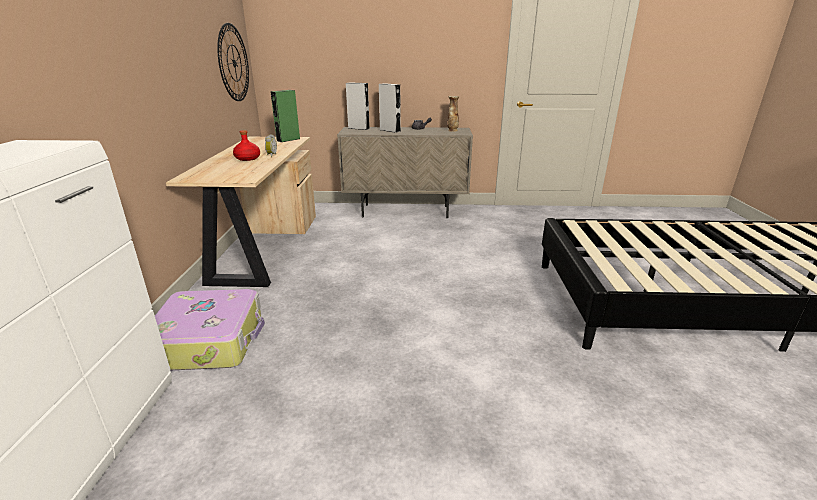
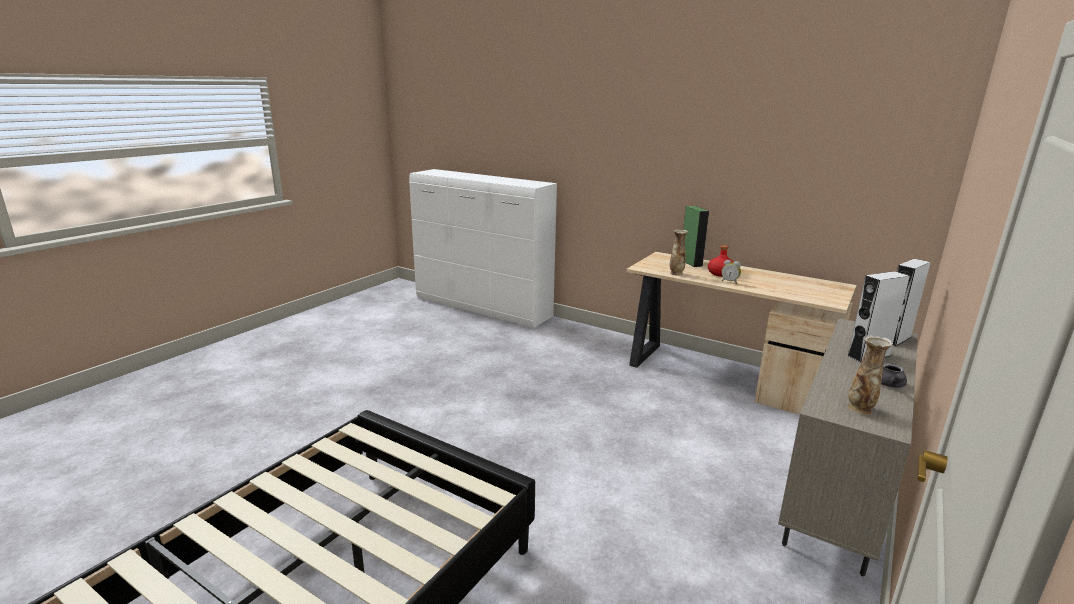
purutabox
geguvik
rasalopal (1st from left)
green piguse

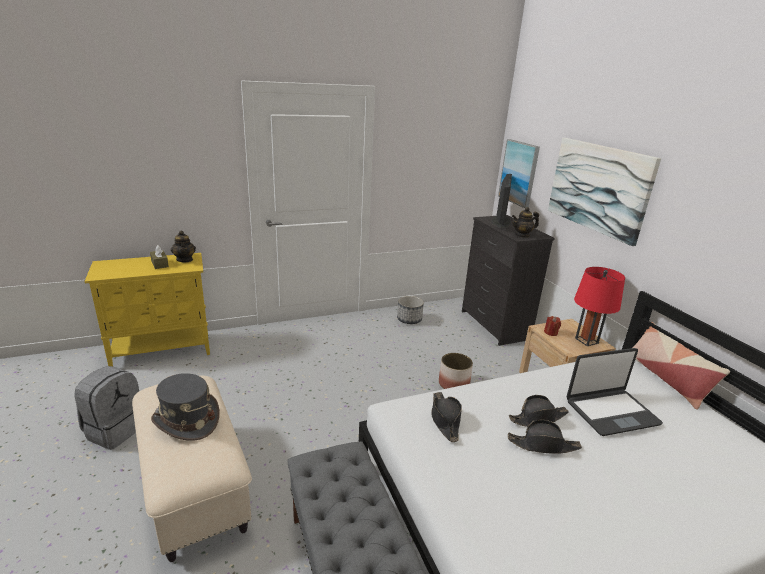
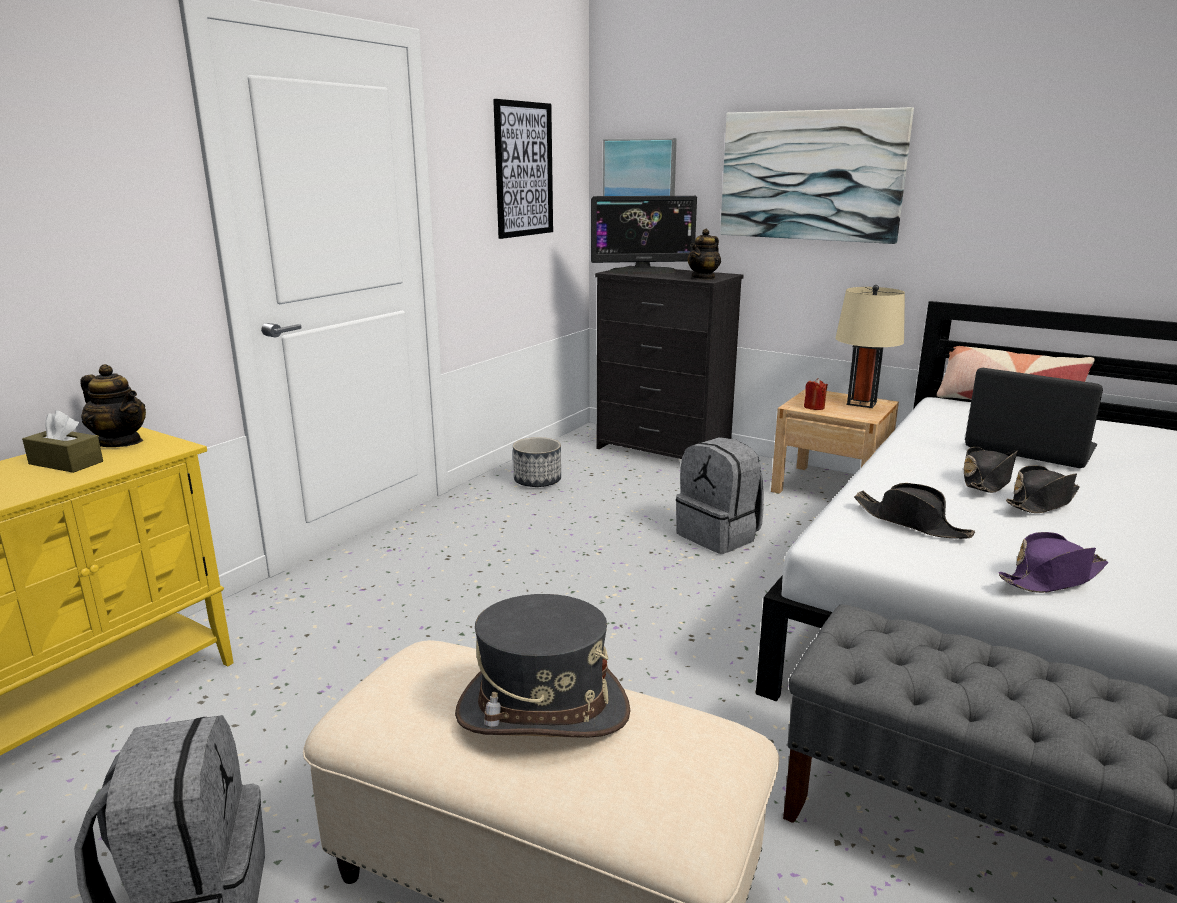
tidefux (1st from left)
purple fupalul
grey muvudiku (2nd from left)
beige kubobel
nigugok
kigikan

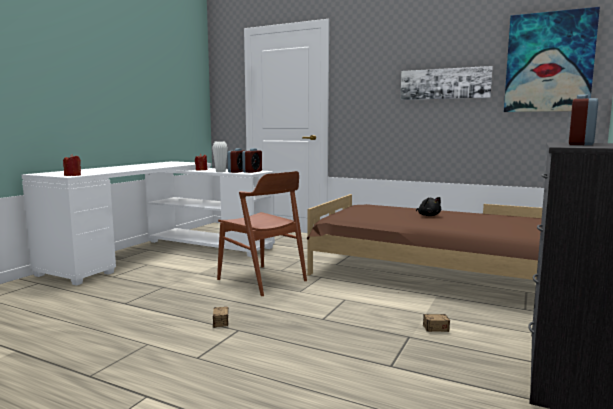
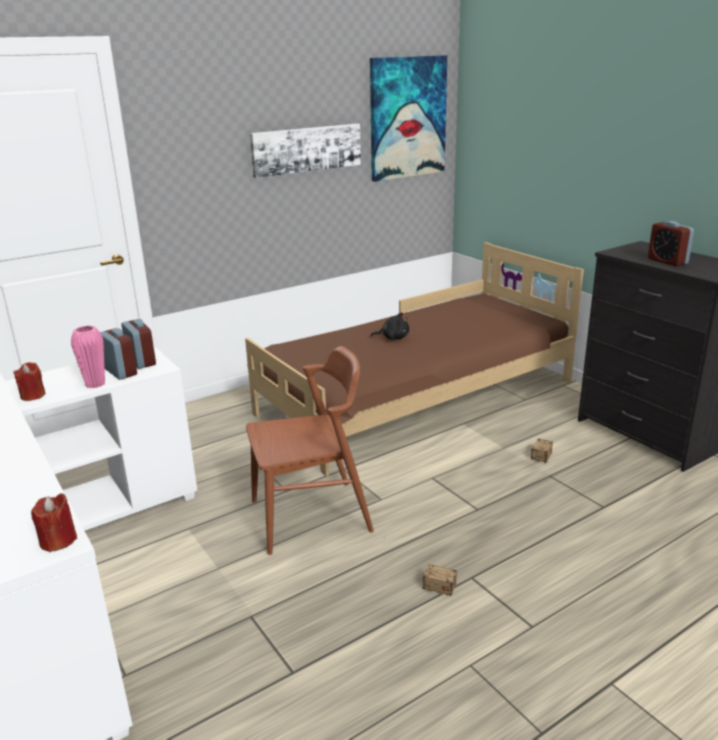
pink rasalopal

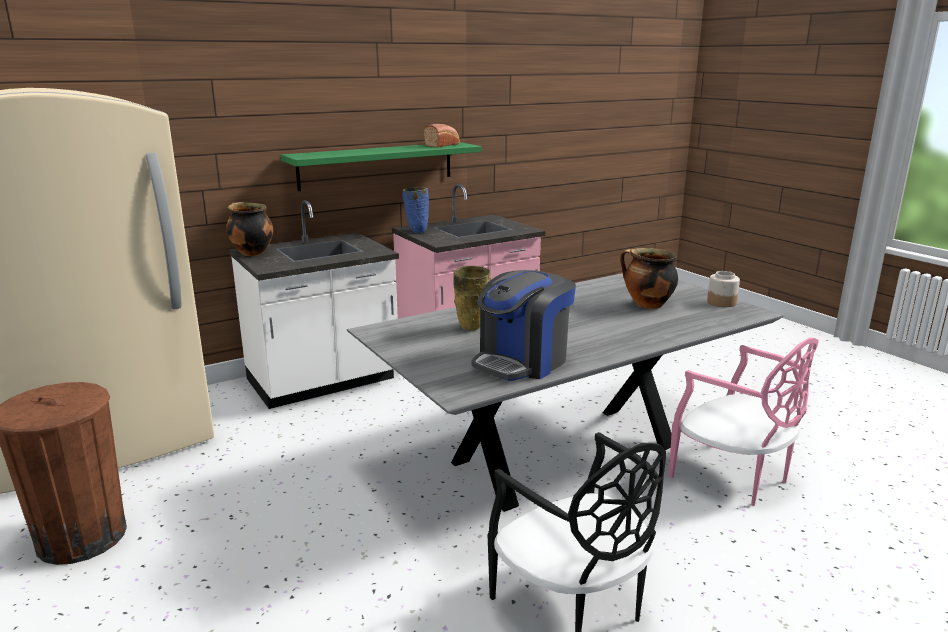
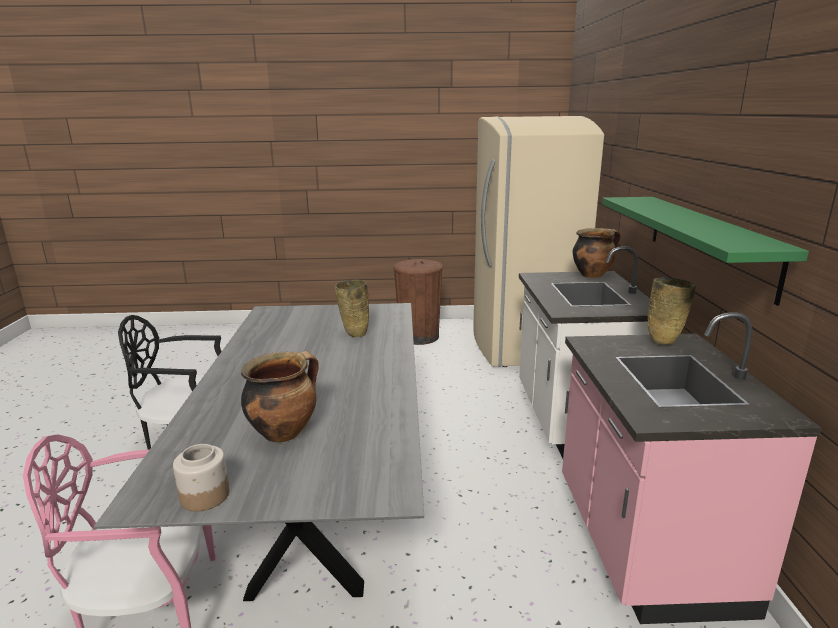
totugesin
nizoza
beige rasalopal (2nd from left)

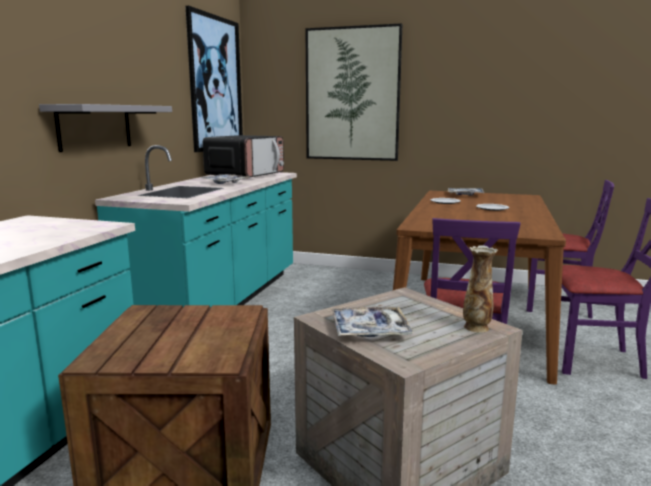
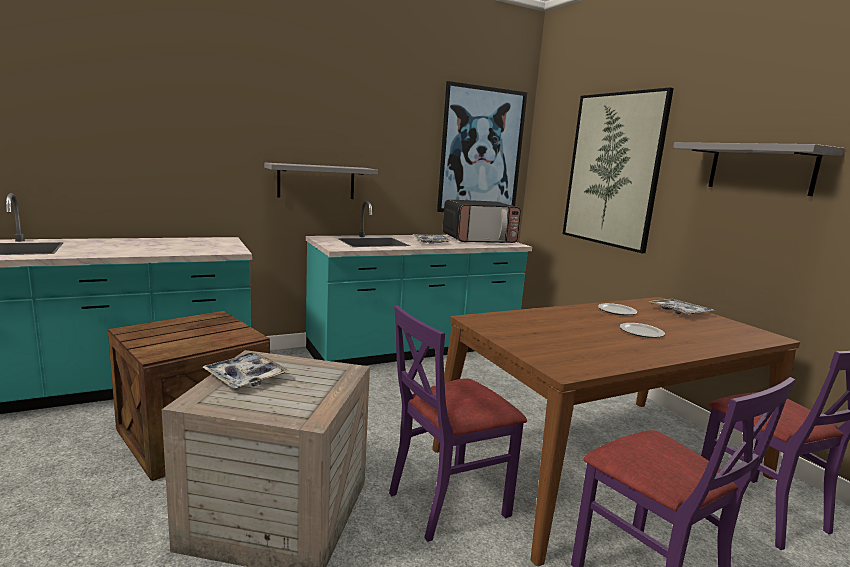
rasalopal
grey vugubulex (2nd from left)

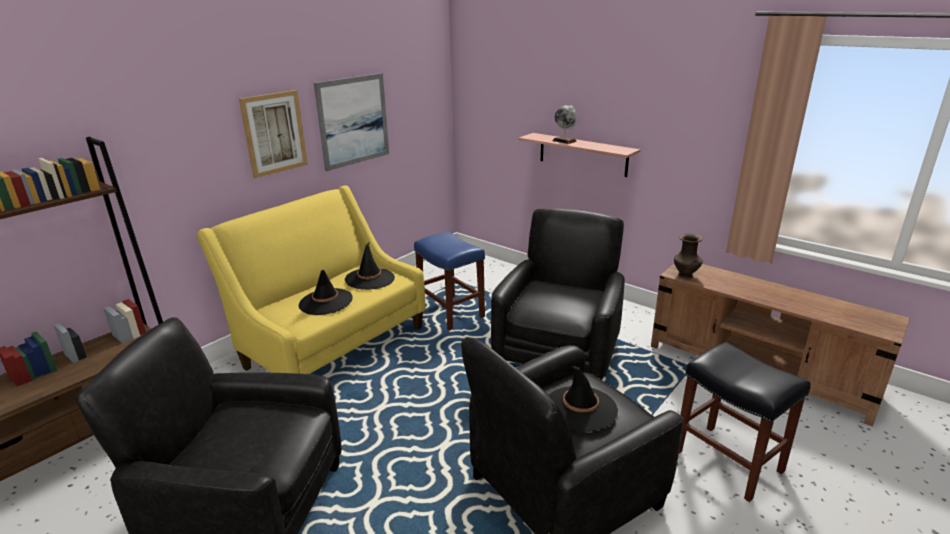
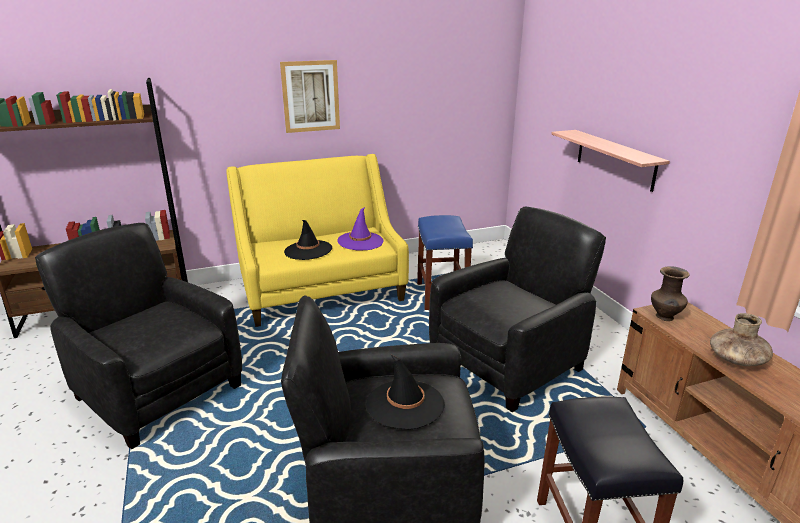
tidefux (2nd from left in the first image)
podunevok
brown rasalopal (2nd from left)
purple fupalul

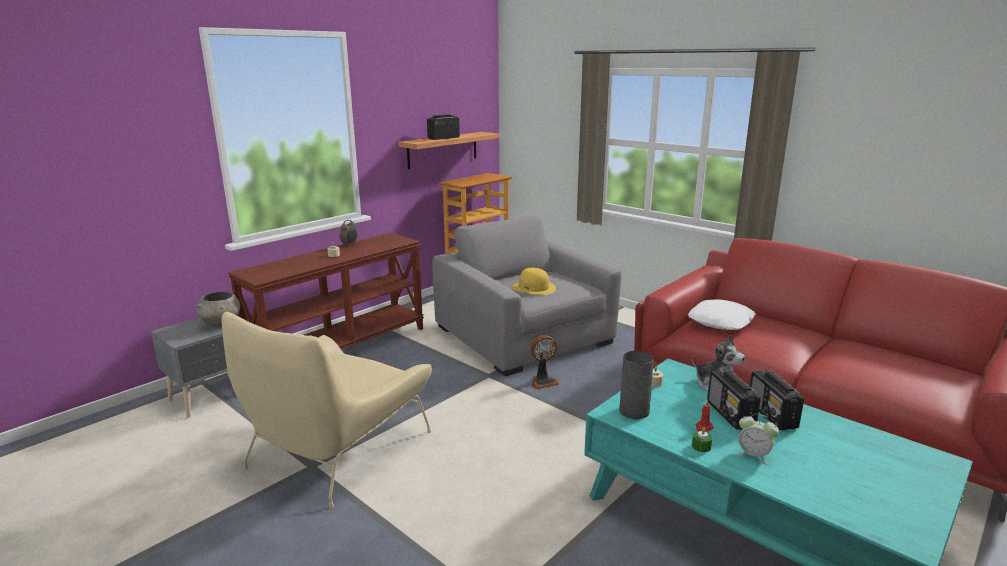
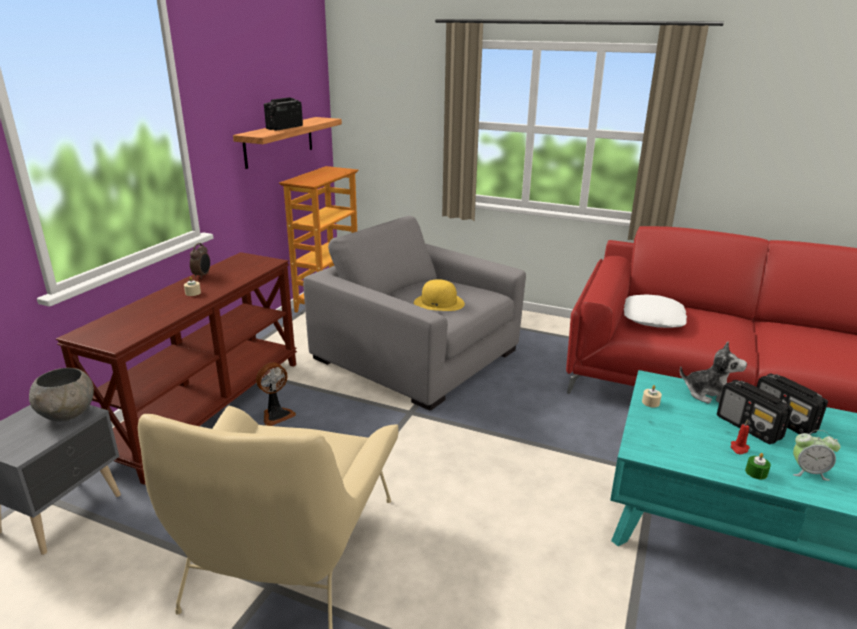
grey rasalopal
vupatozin

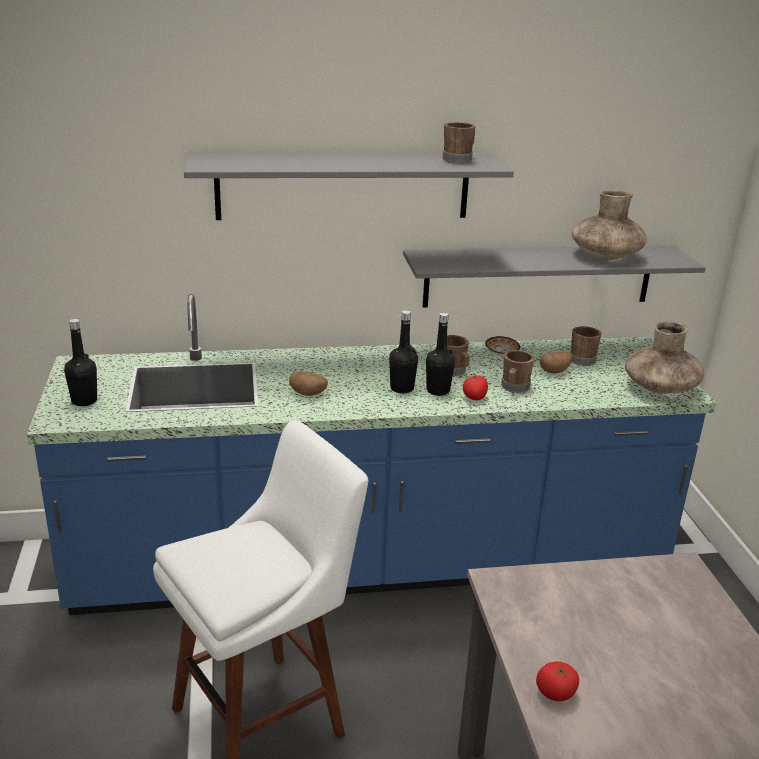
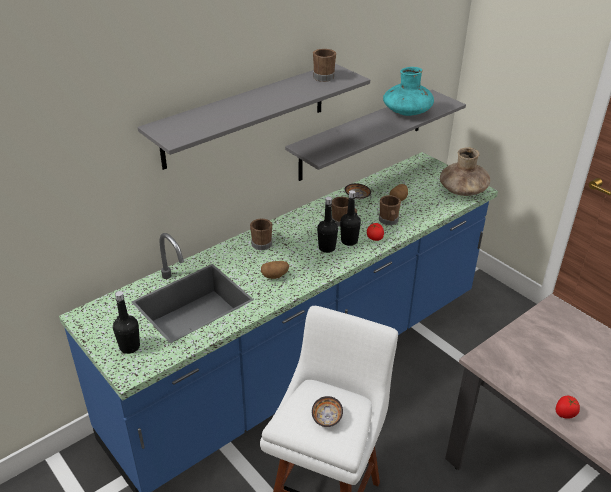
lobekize (1st from left)
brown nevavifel (1st from left)
turquoise rasalopal

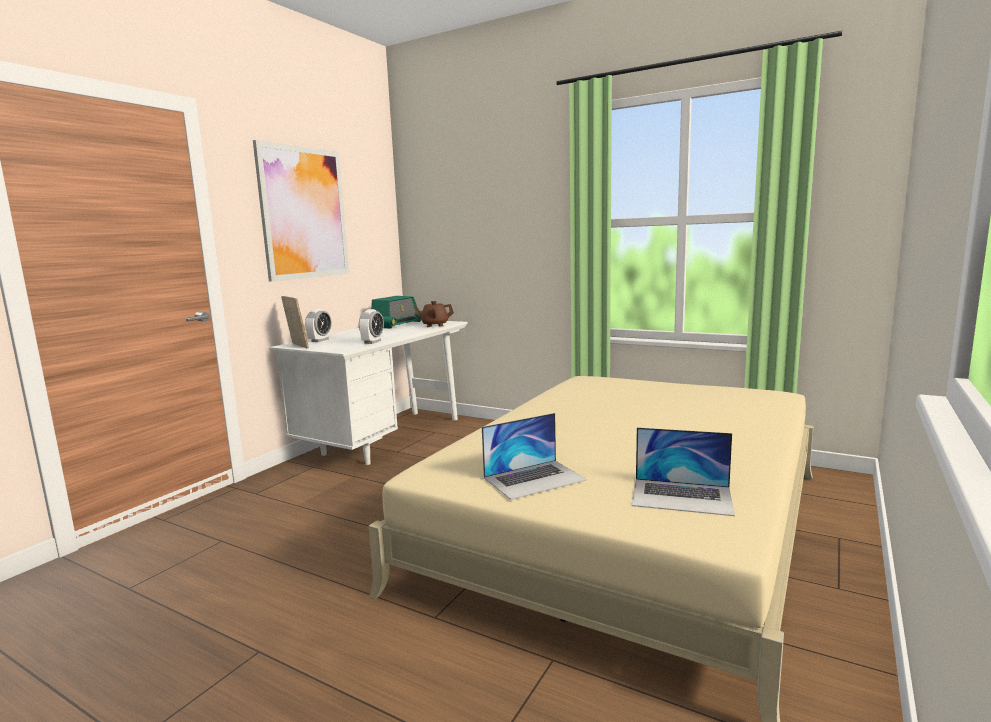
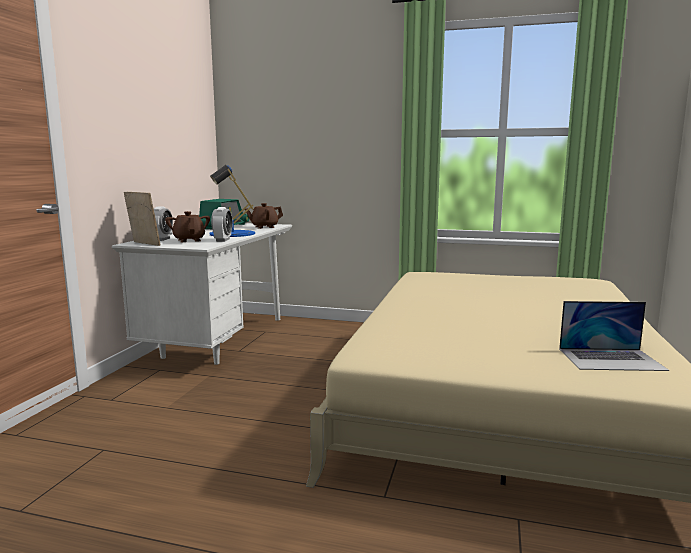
tidefux
kigikan (1st from left in the first image)
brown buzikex (1st from left)
blue kubobel

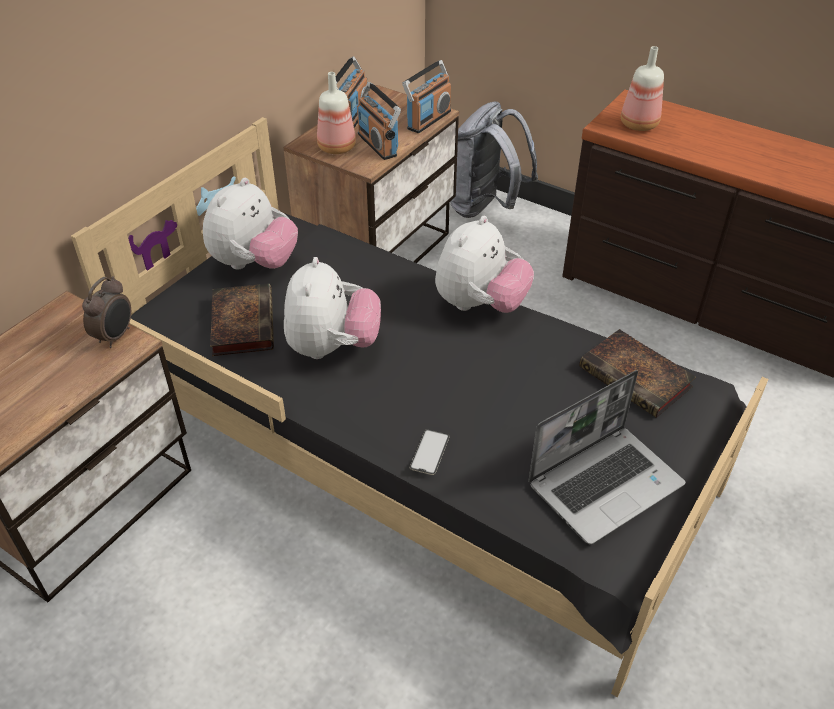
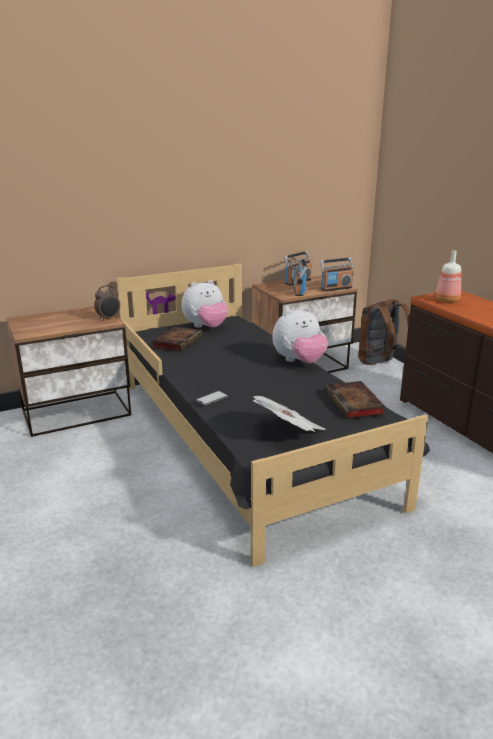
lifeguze (2nd from left in the first image)
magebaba (1st from left in the first image)
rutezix
brown muvudiku

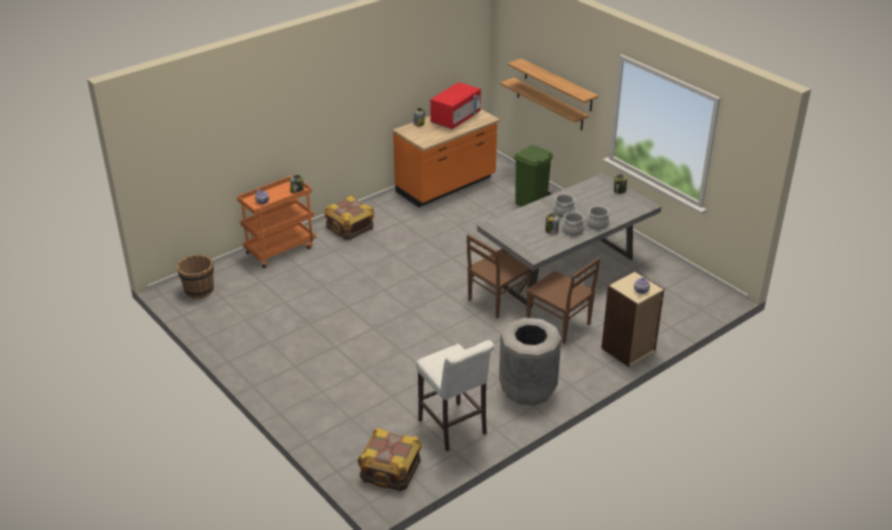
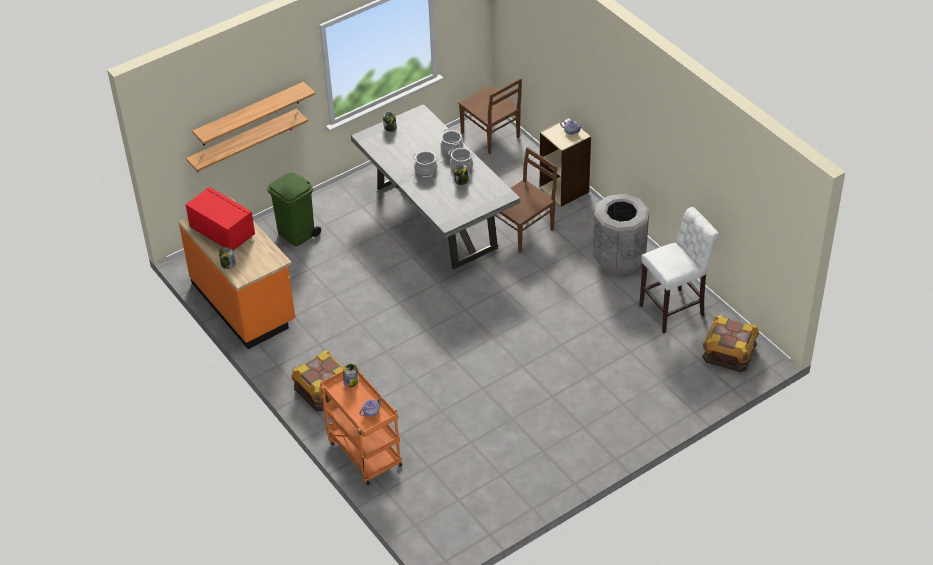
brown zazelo
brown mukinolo (1st from left)

